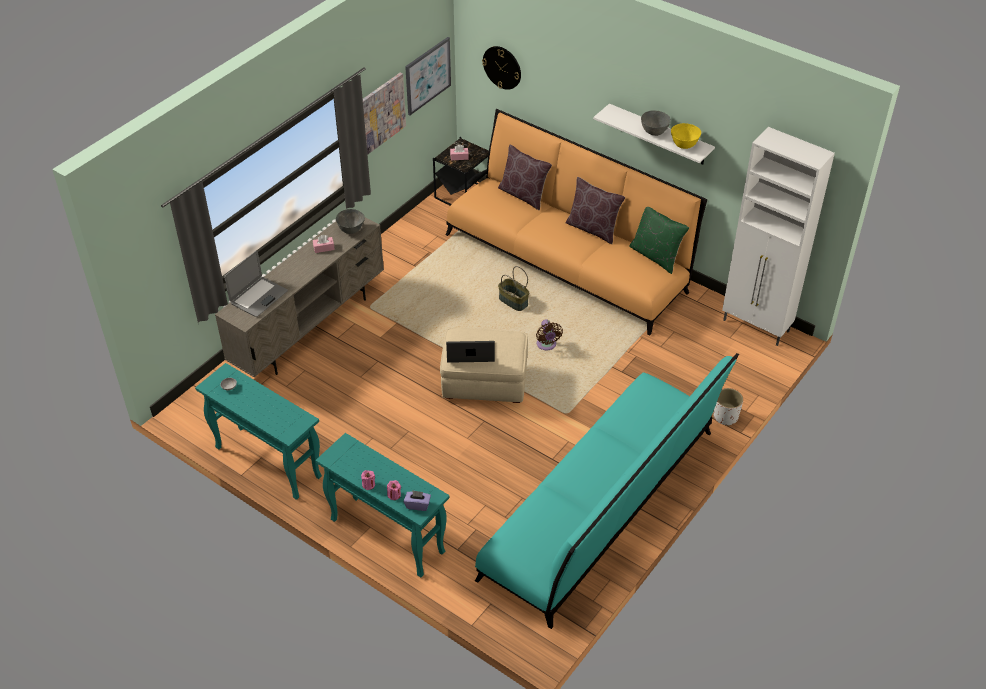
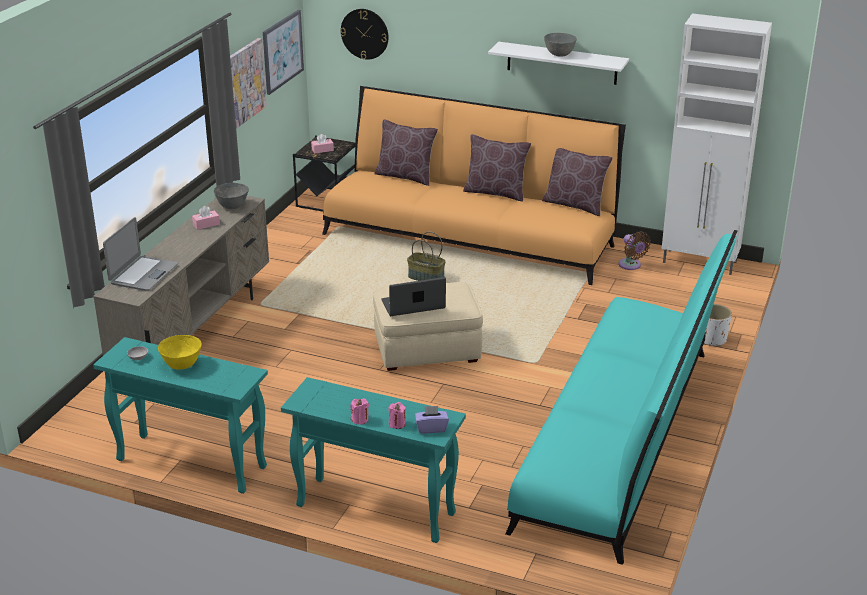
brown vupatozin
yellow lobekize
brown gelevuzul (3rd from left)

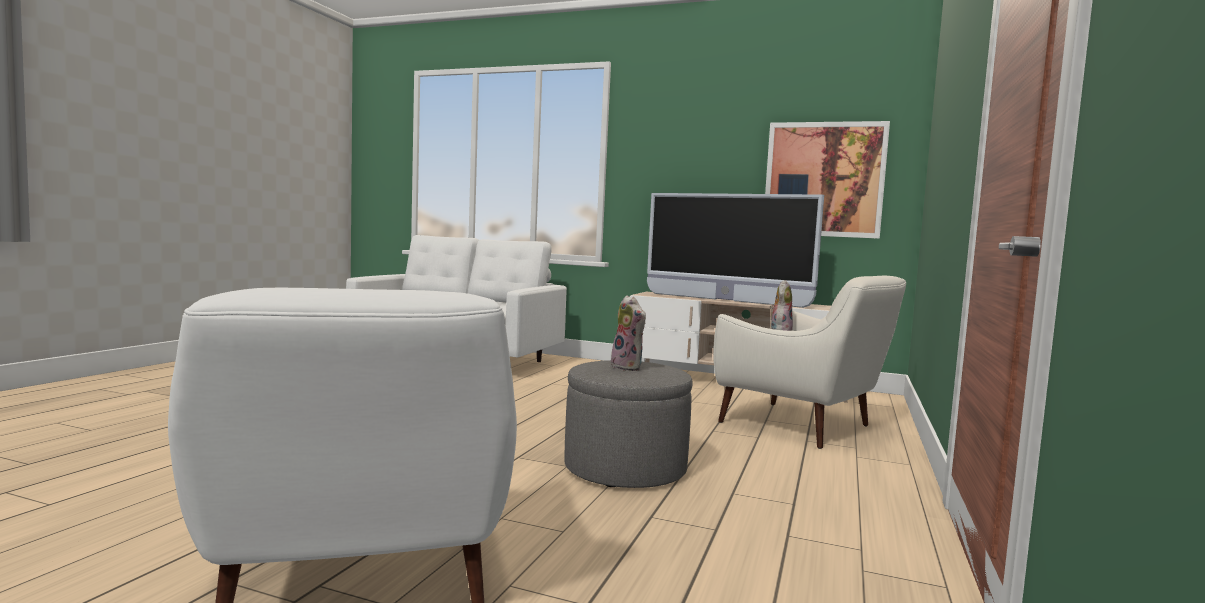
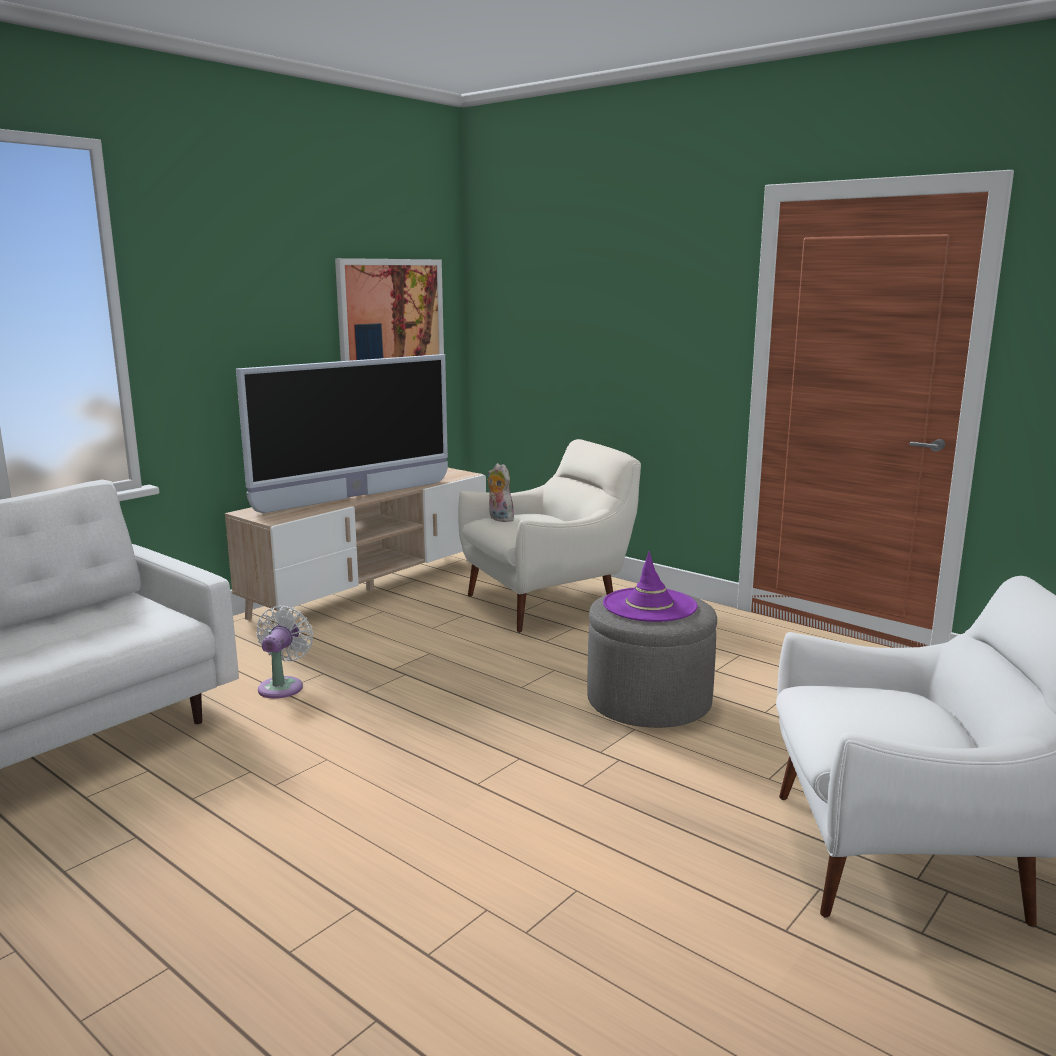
white vupatozin
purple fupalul

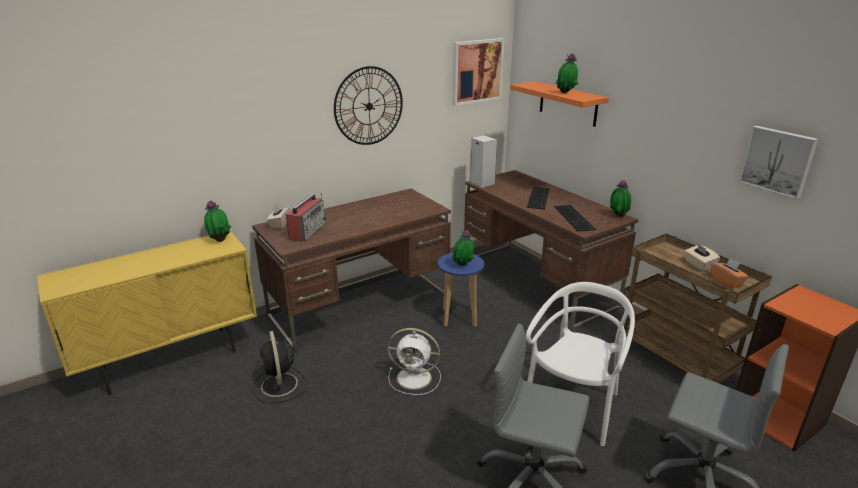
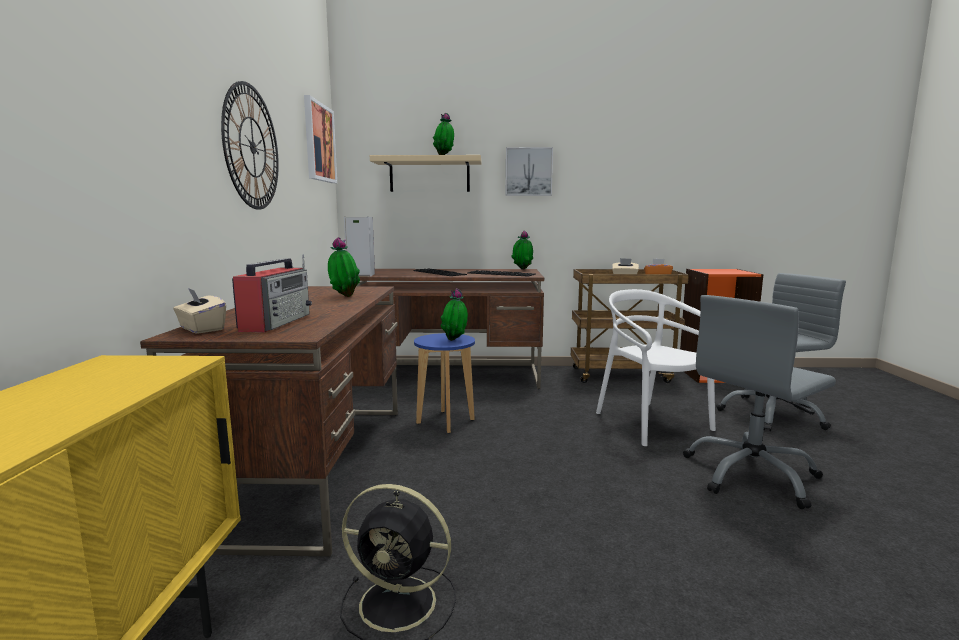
white vupatozin
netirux (1st from left)
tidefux (2nd from left)
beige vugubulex
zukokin

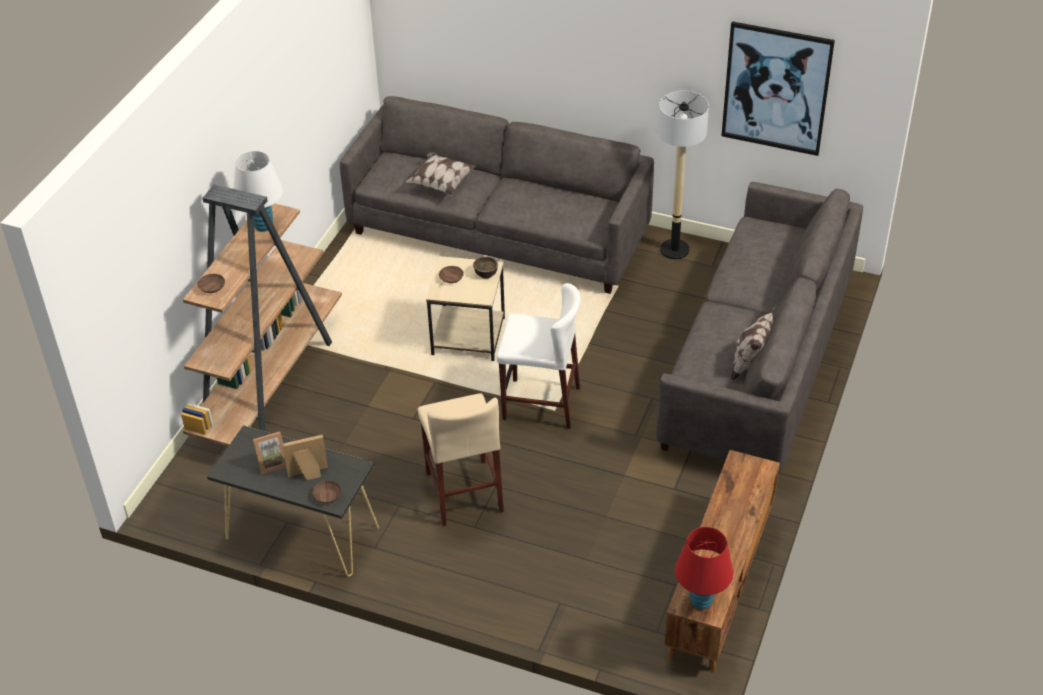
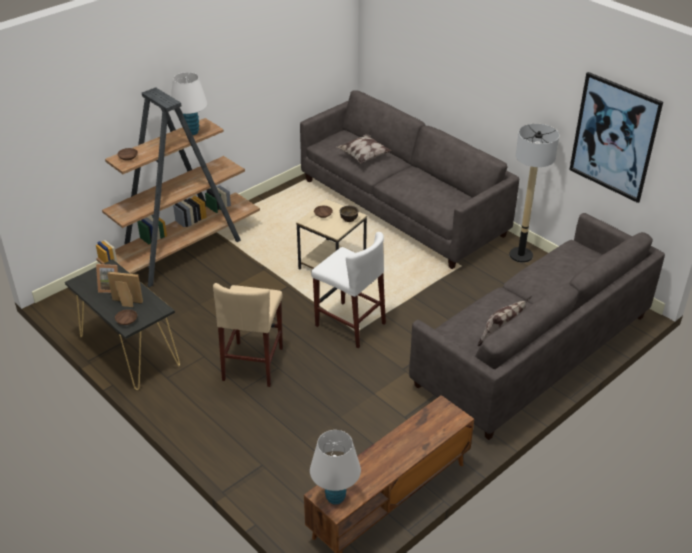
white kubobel (2nd from left)

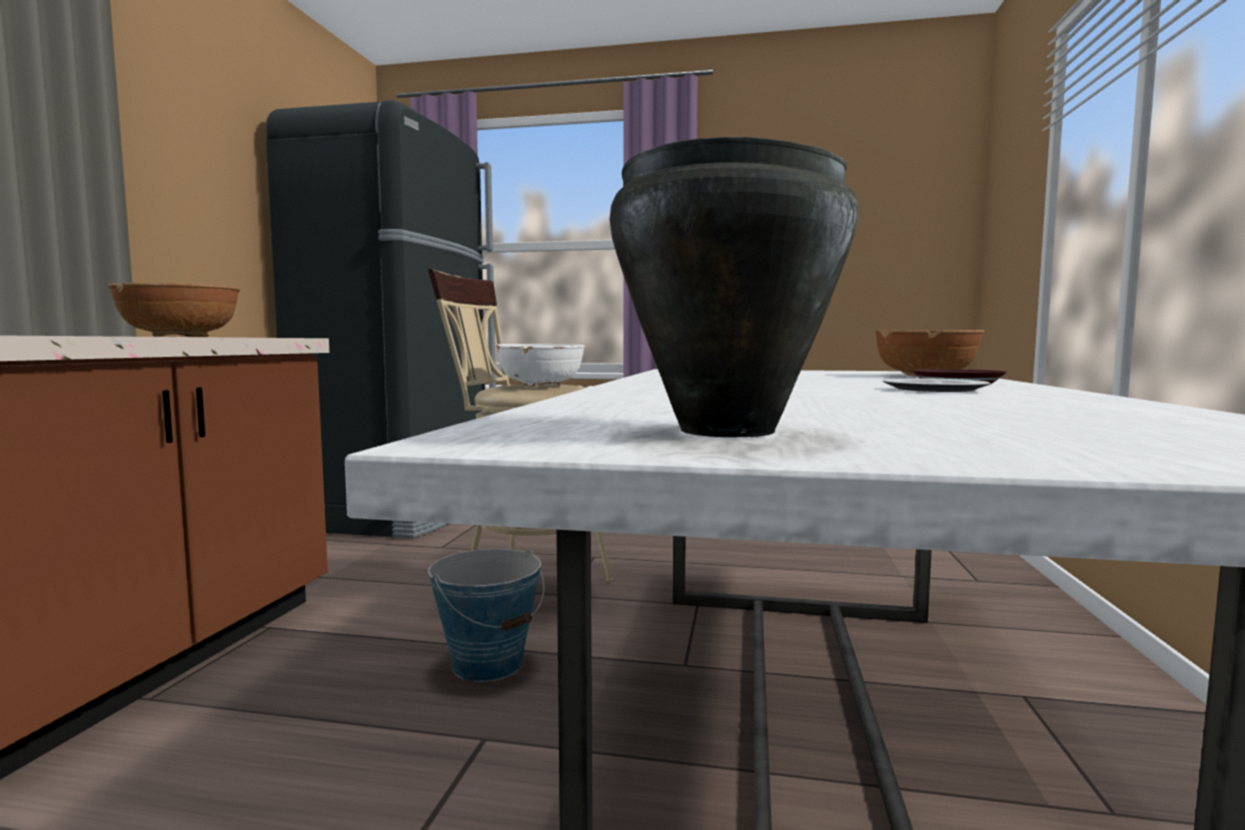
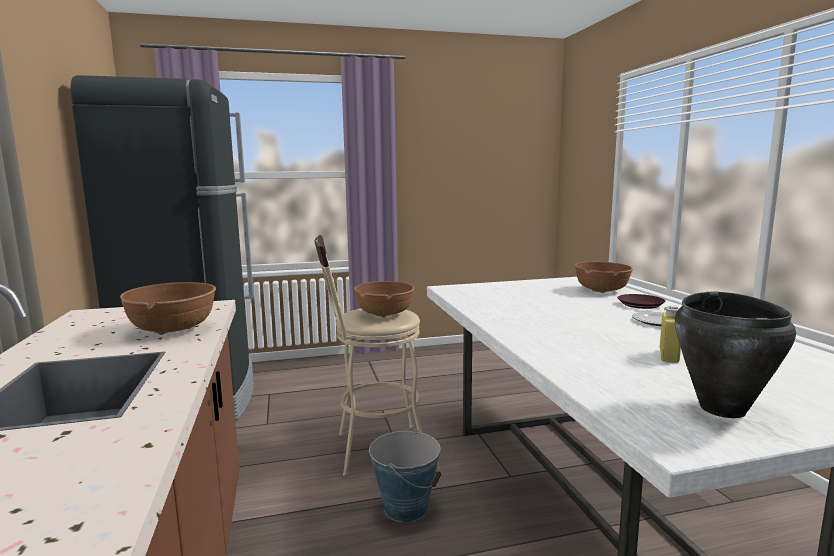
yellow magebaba
brown lobekize (2nd from left)

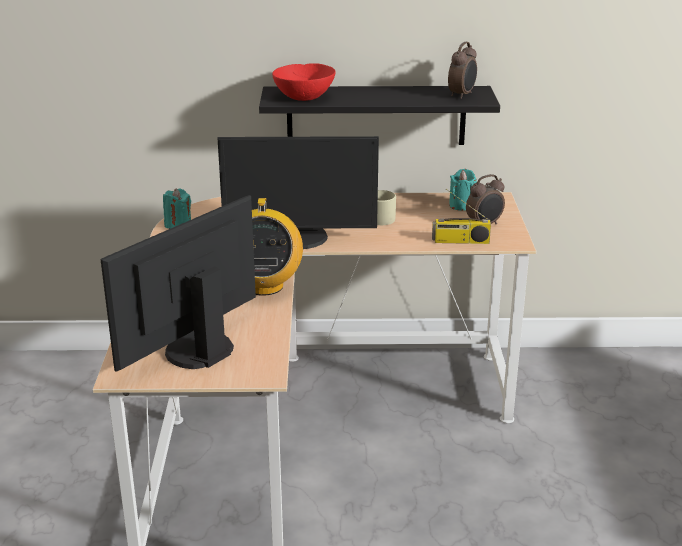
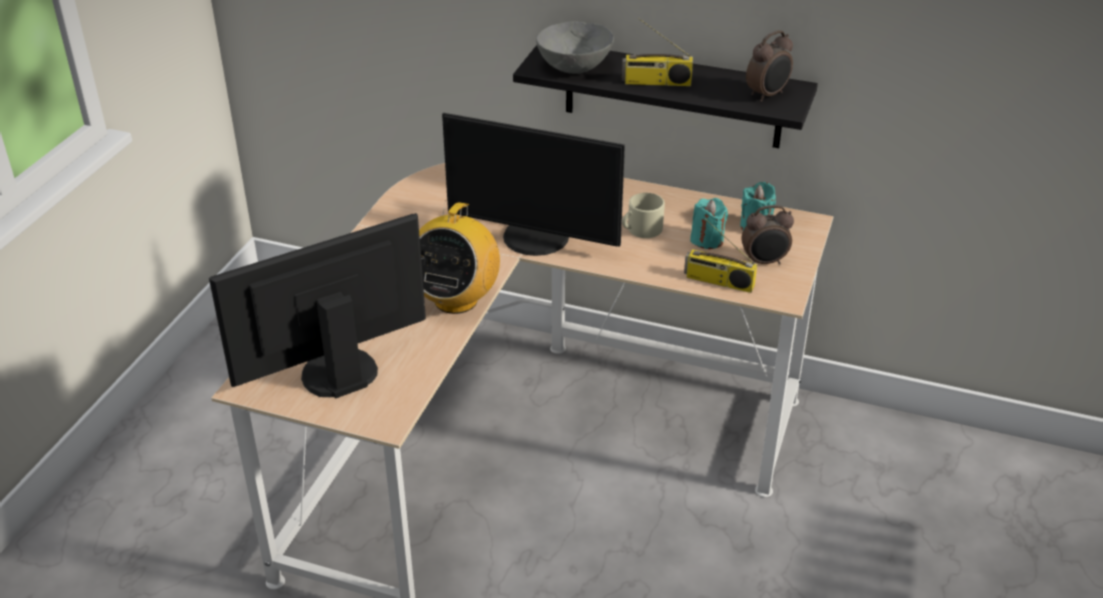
zukokin (2nd from left)
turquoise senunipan (1st from left)
grey lobekize

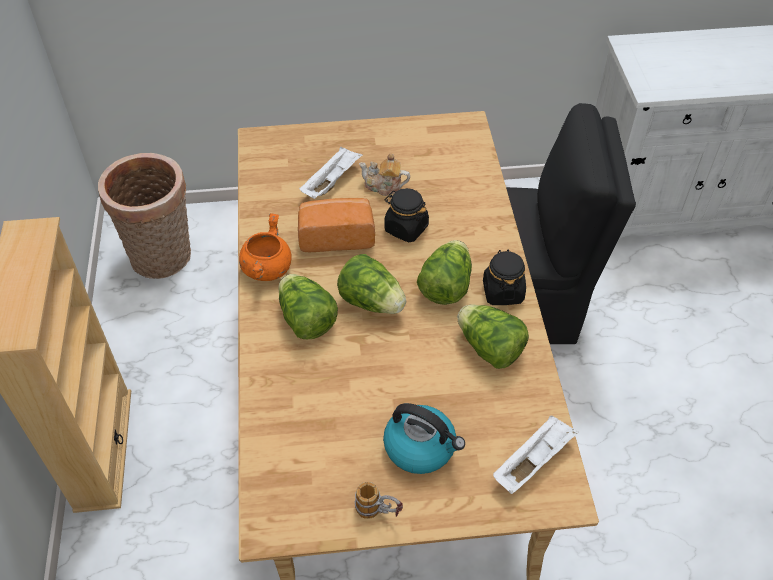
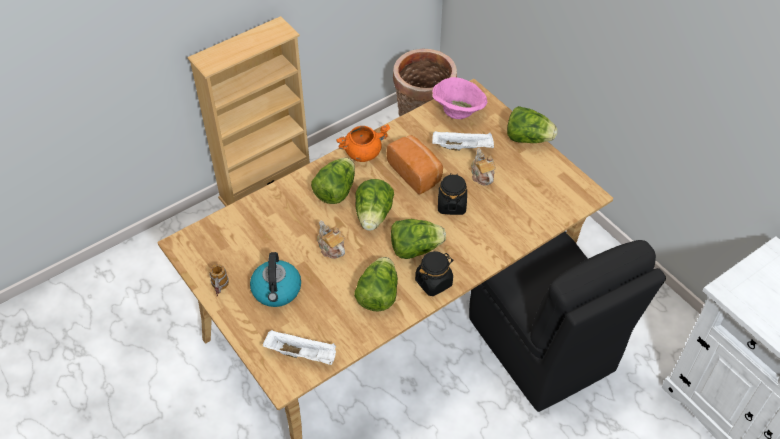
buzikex (1st from left)
pink lobekize
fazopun (5th from left)

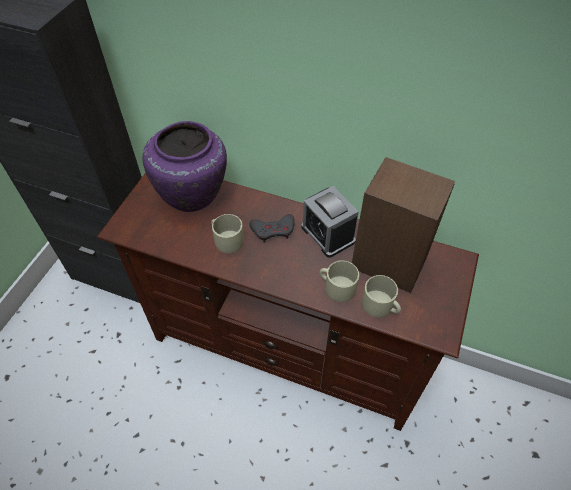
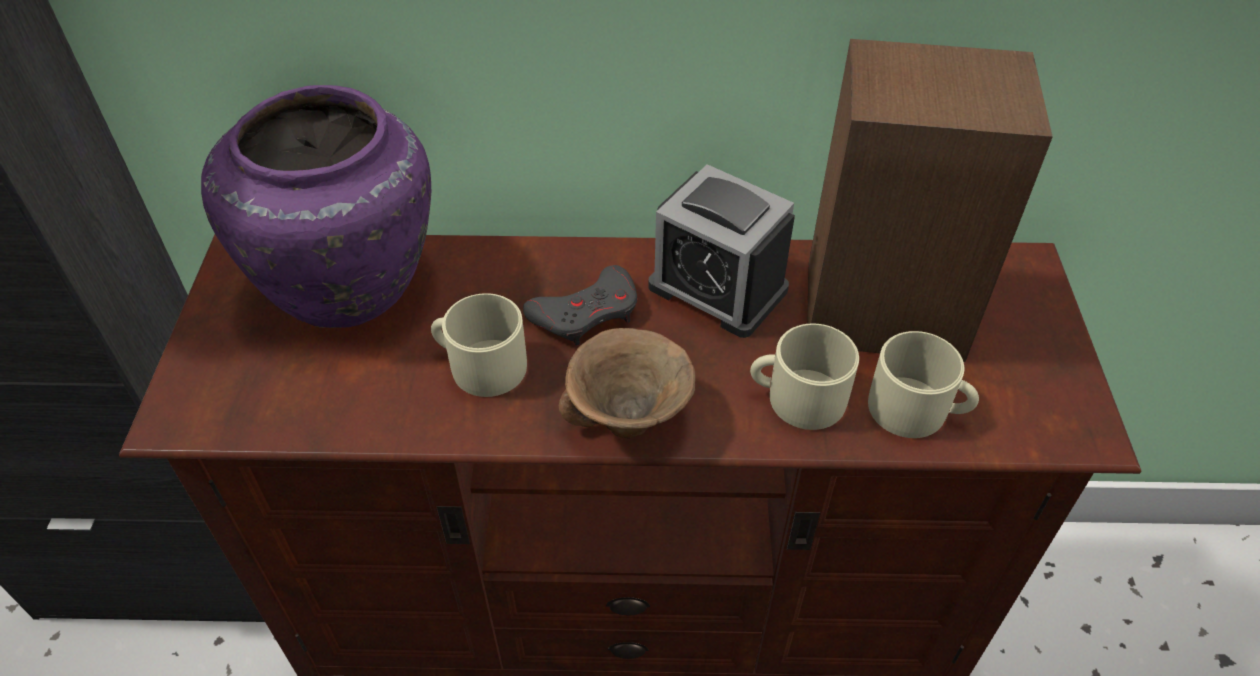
brown lobekize

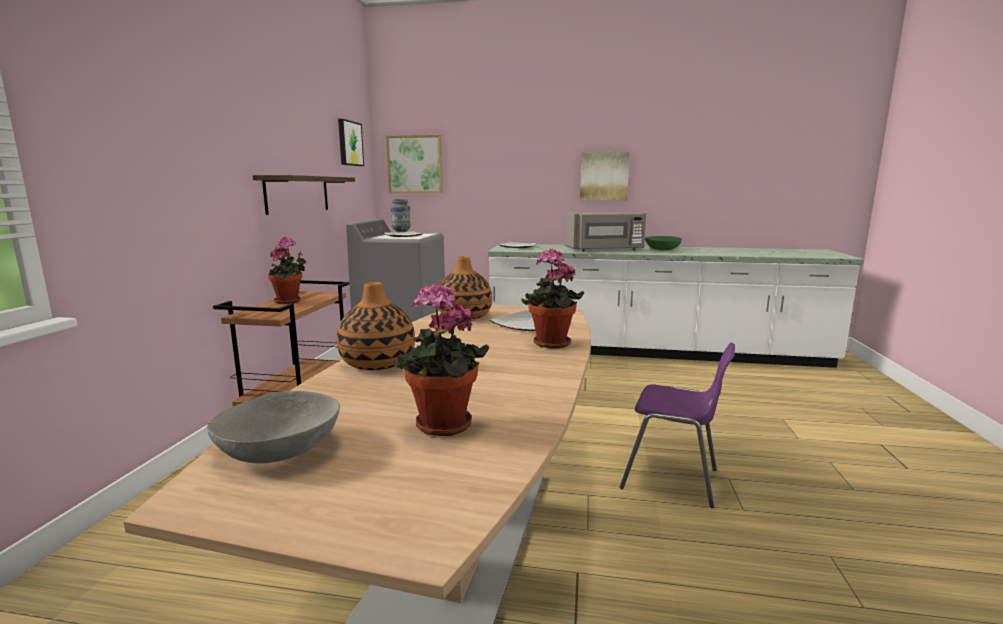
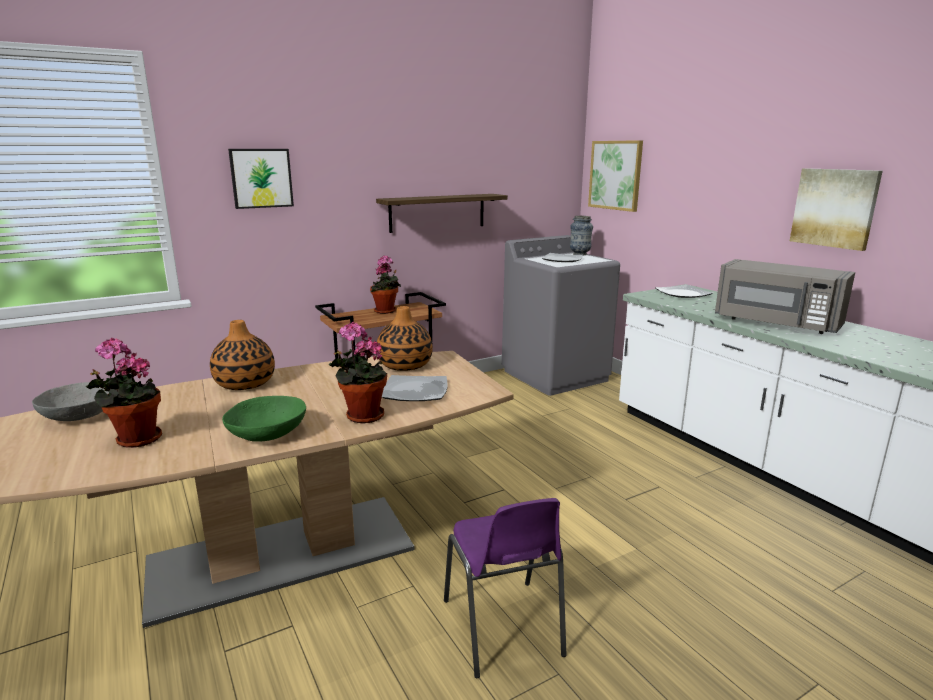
tidefux (1st from left)
green lobekize

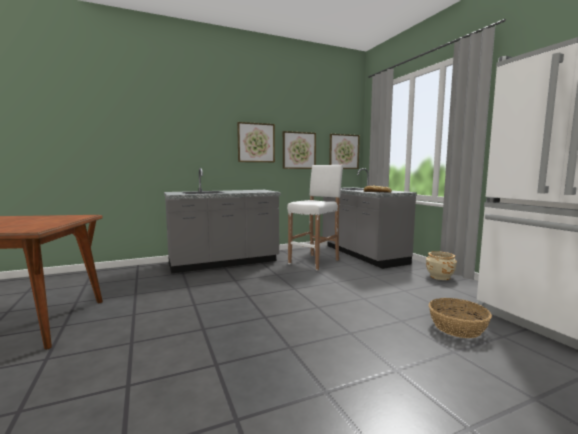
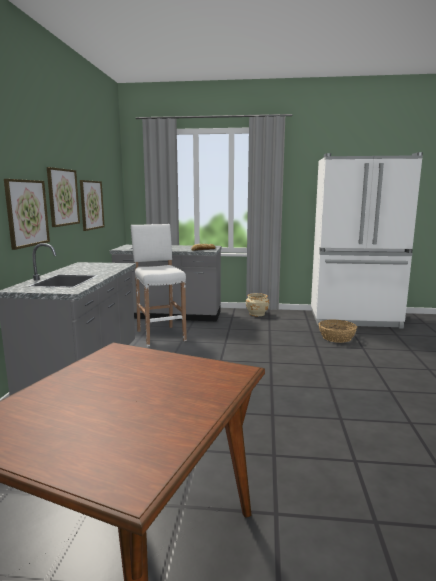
tidefux (1st from left)

